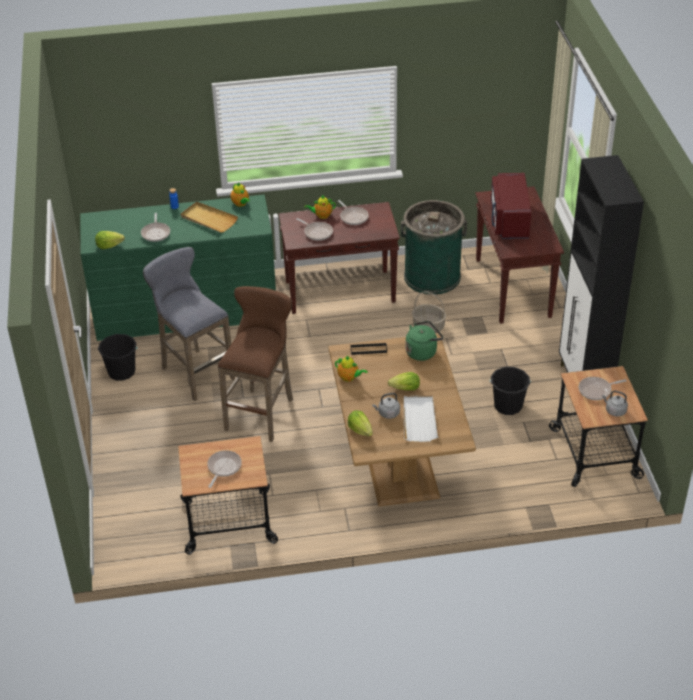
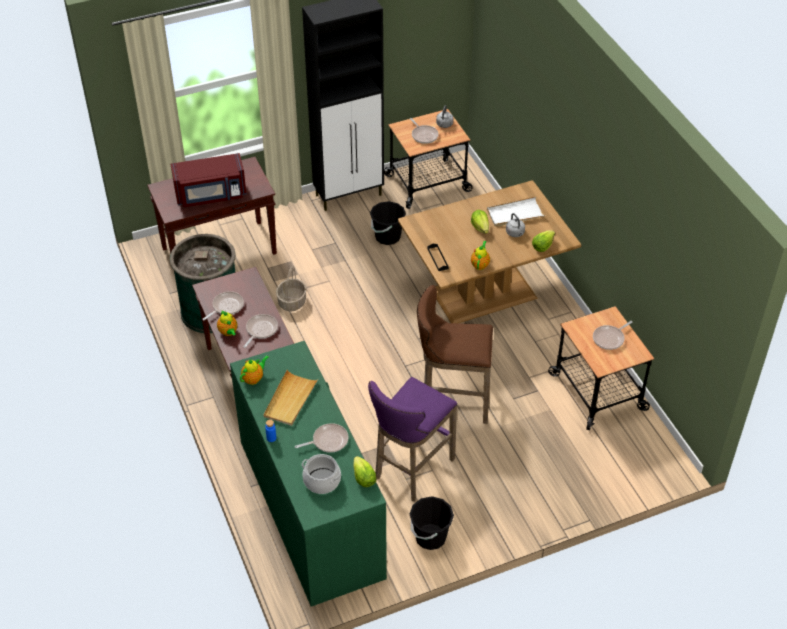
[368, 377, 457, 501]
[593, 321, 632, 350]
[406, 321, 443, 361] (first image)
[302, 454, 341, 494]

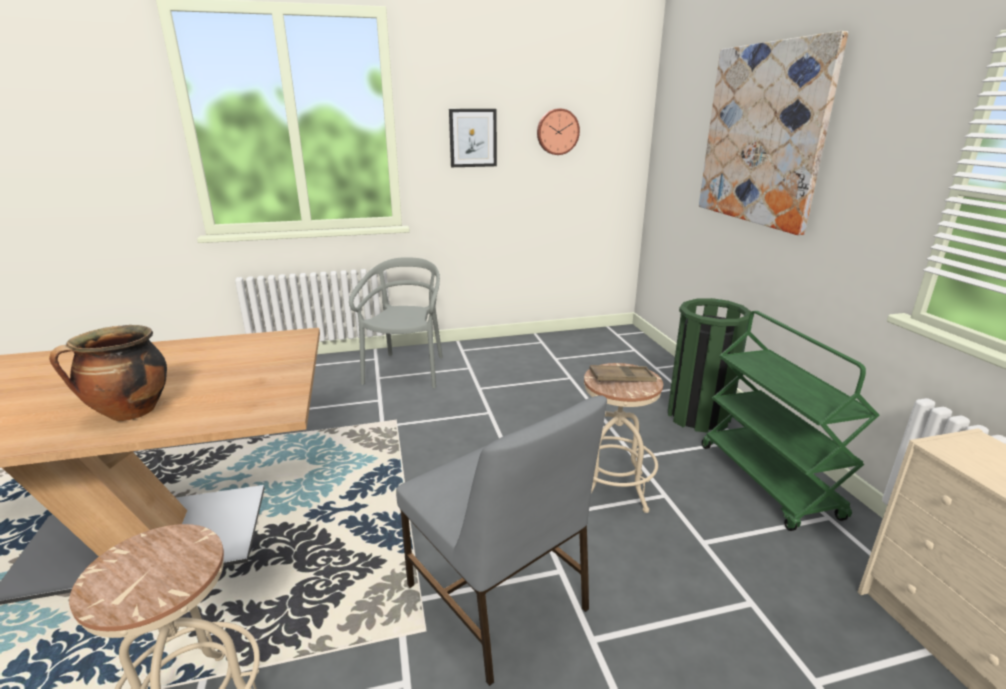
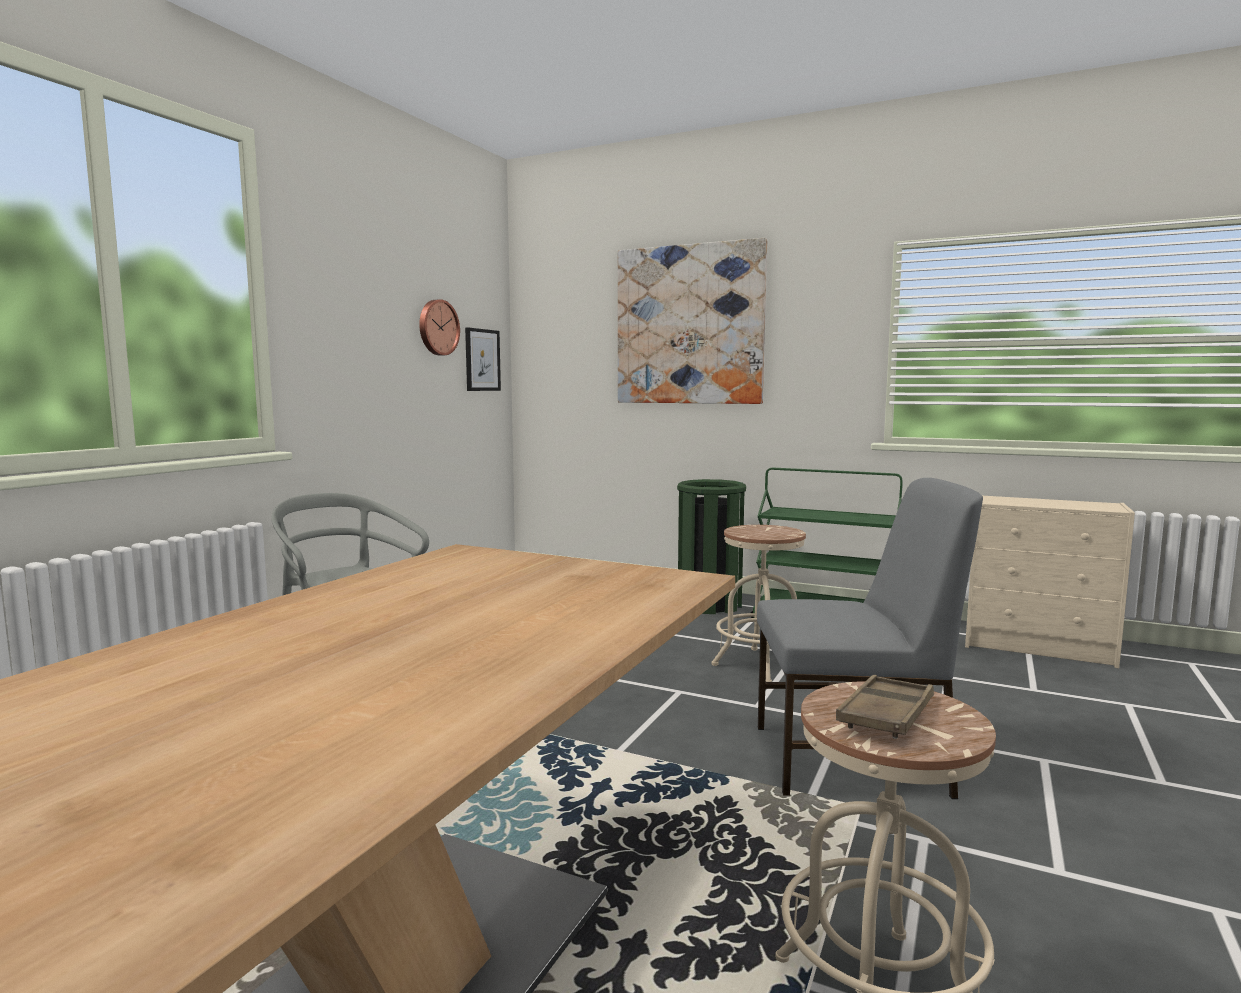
[49, 325, 167, 421] (first image)
[465, 327, 501, 391]
[836, 675, 934, 739]

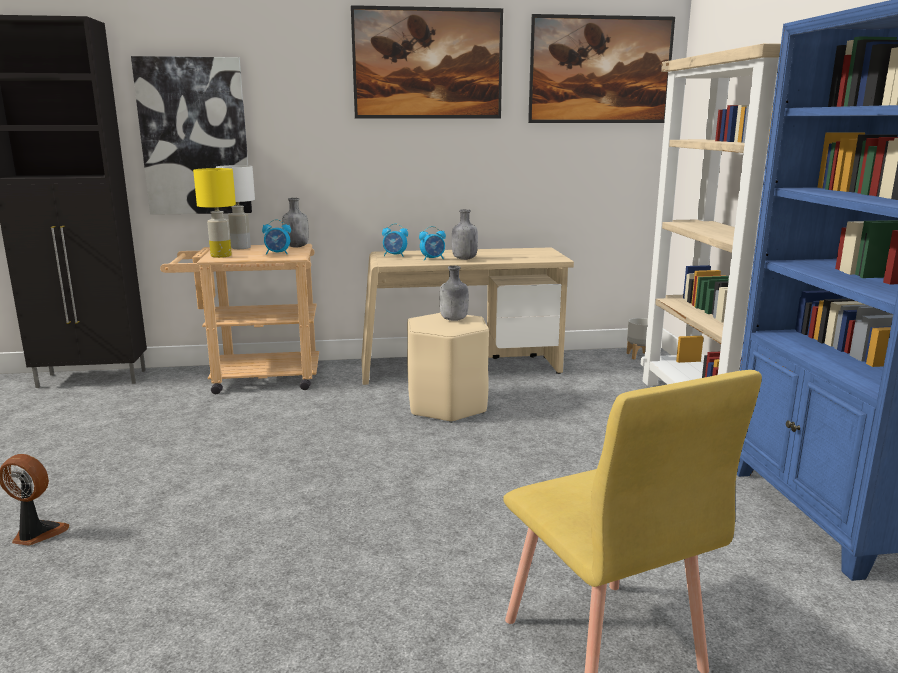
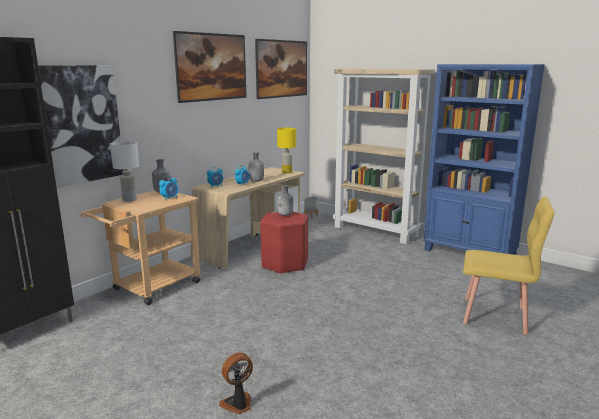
[277, 128, 296, 173]
[260, 212, 308, 274]

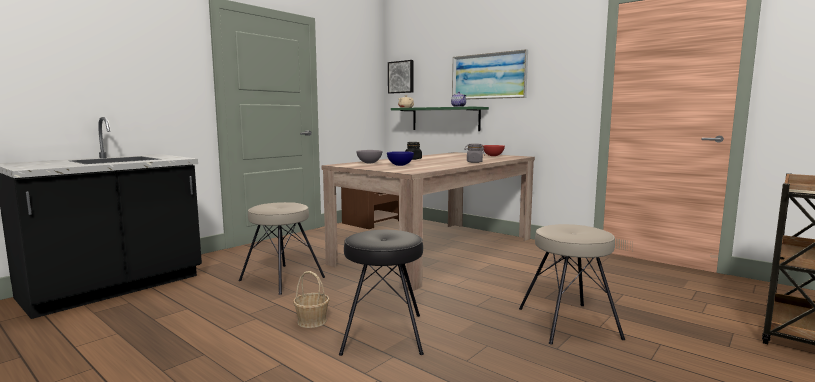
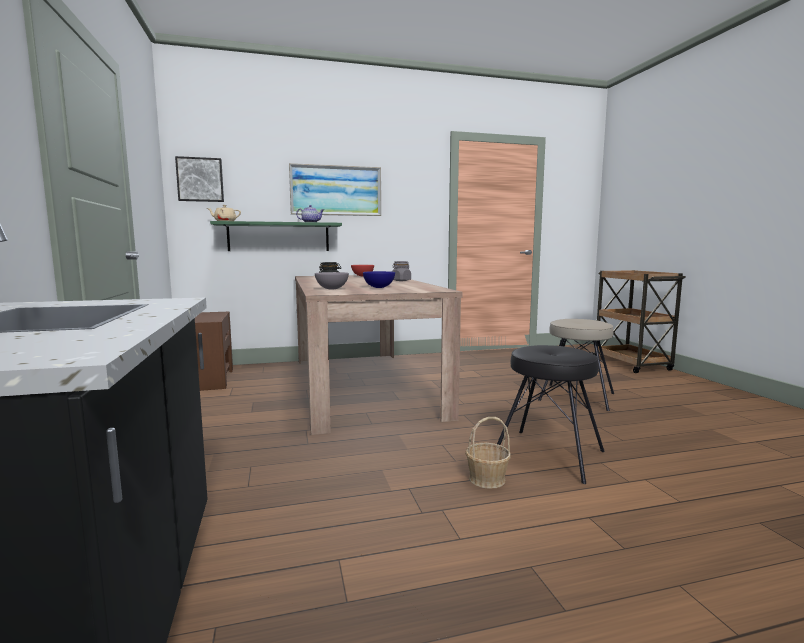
[239, 202, 325, 295] (first image)

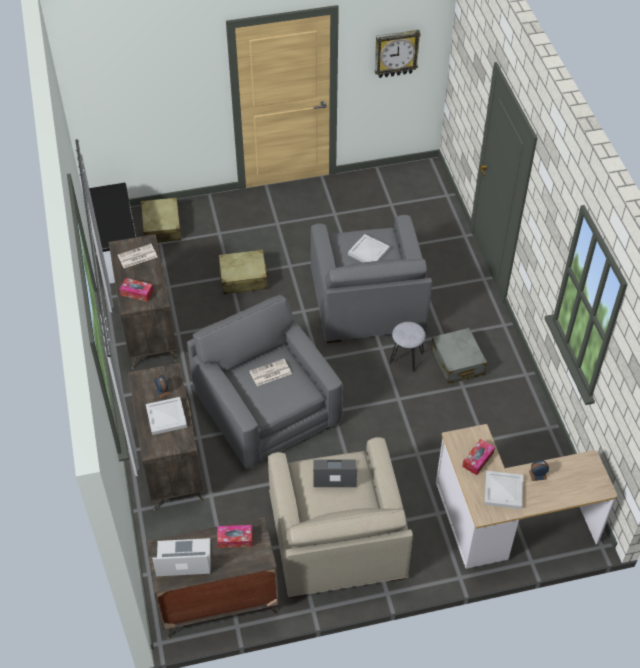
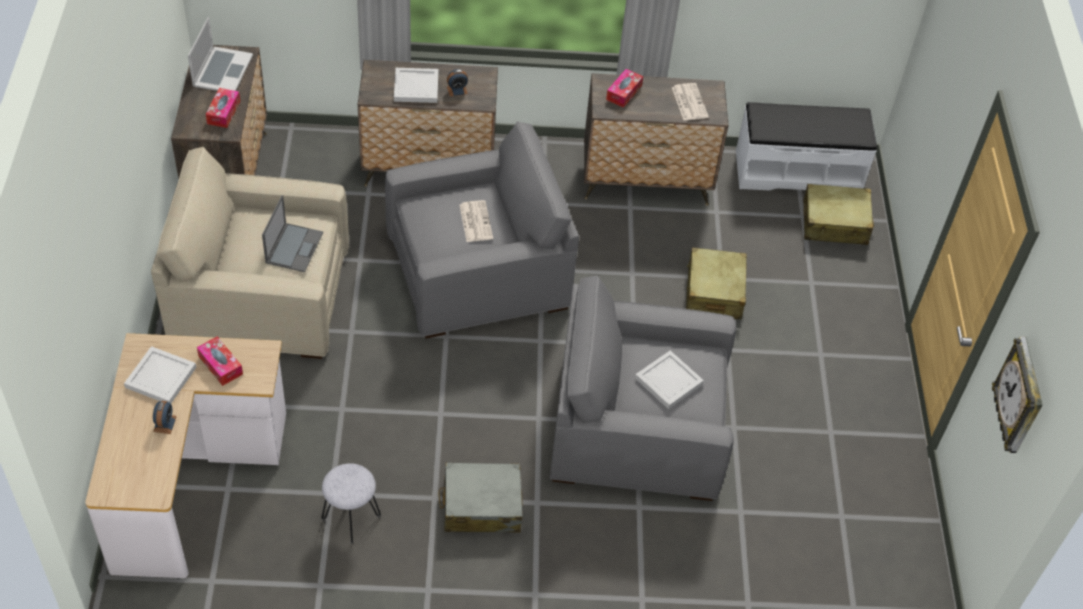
[321, 463, 381, 544]

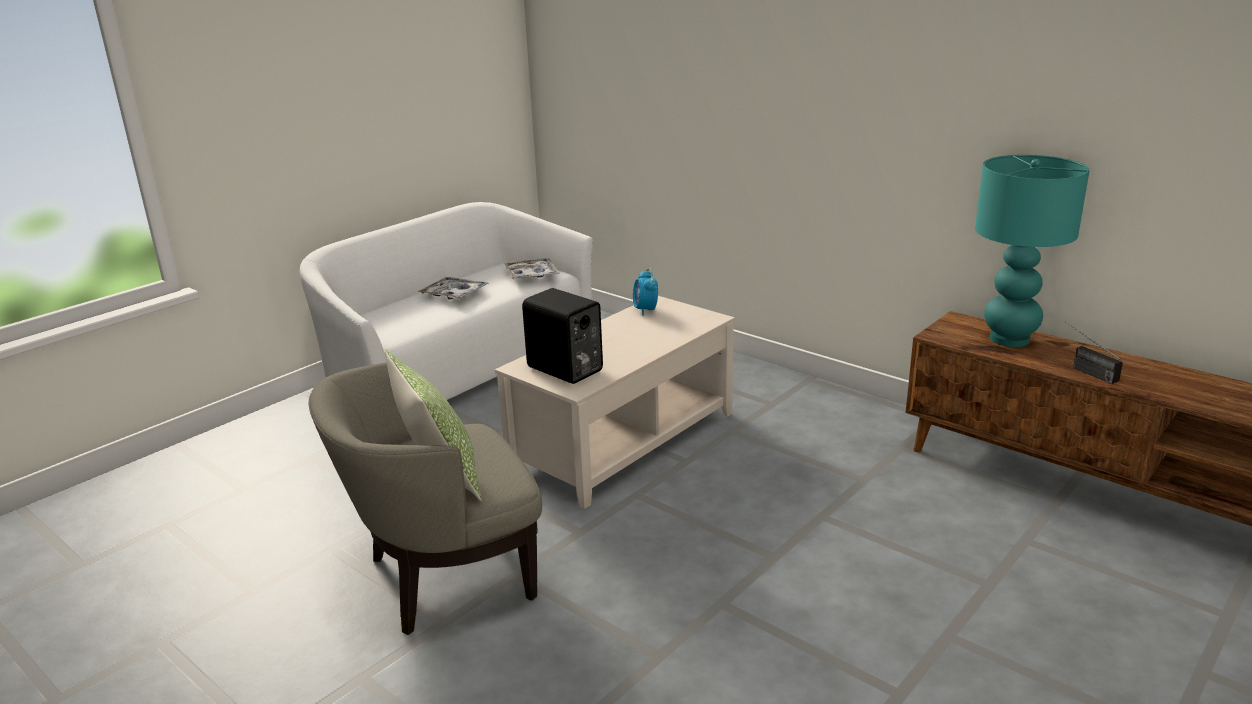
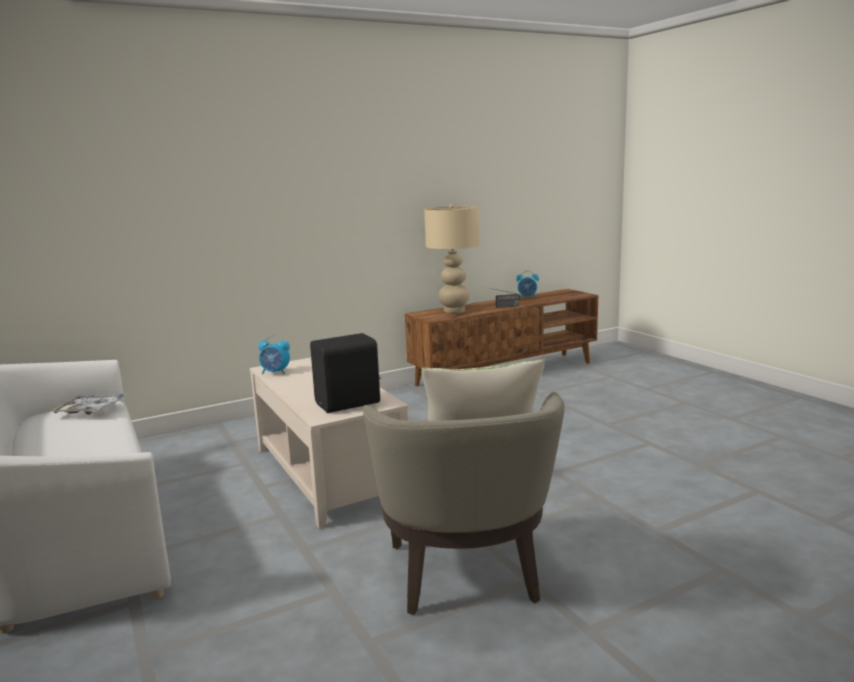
[417, 277, 489, 300] (first image)
[424, 204, 480, 313]
[516, 271, 539, 298]

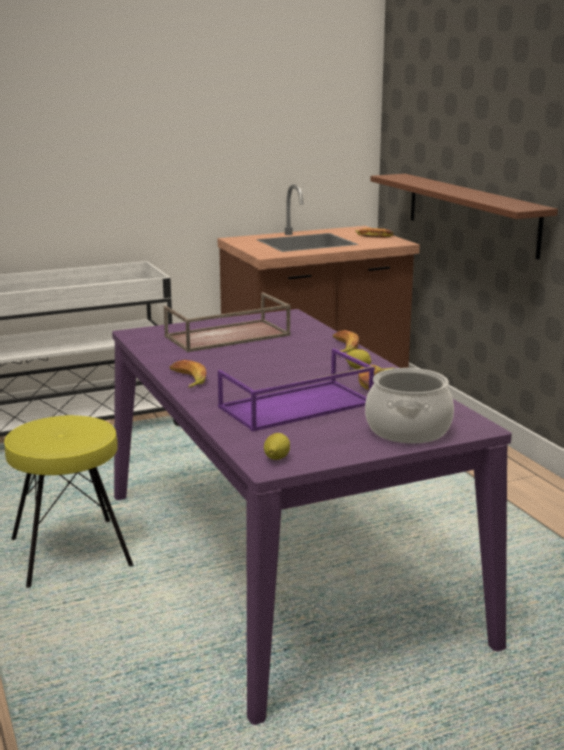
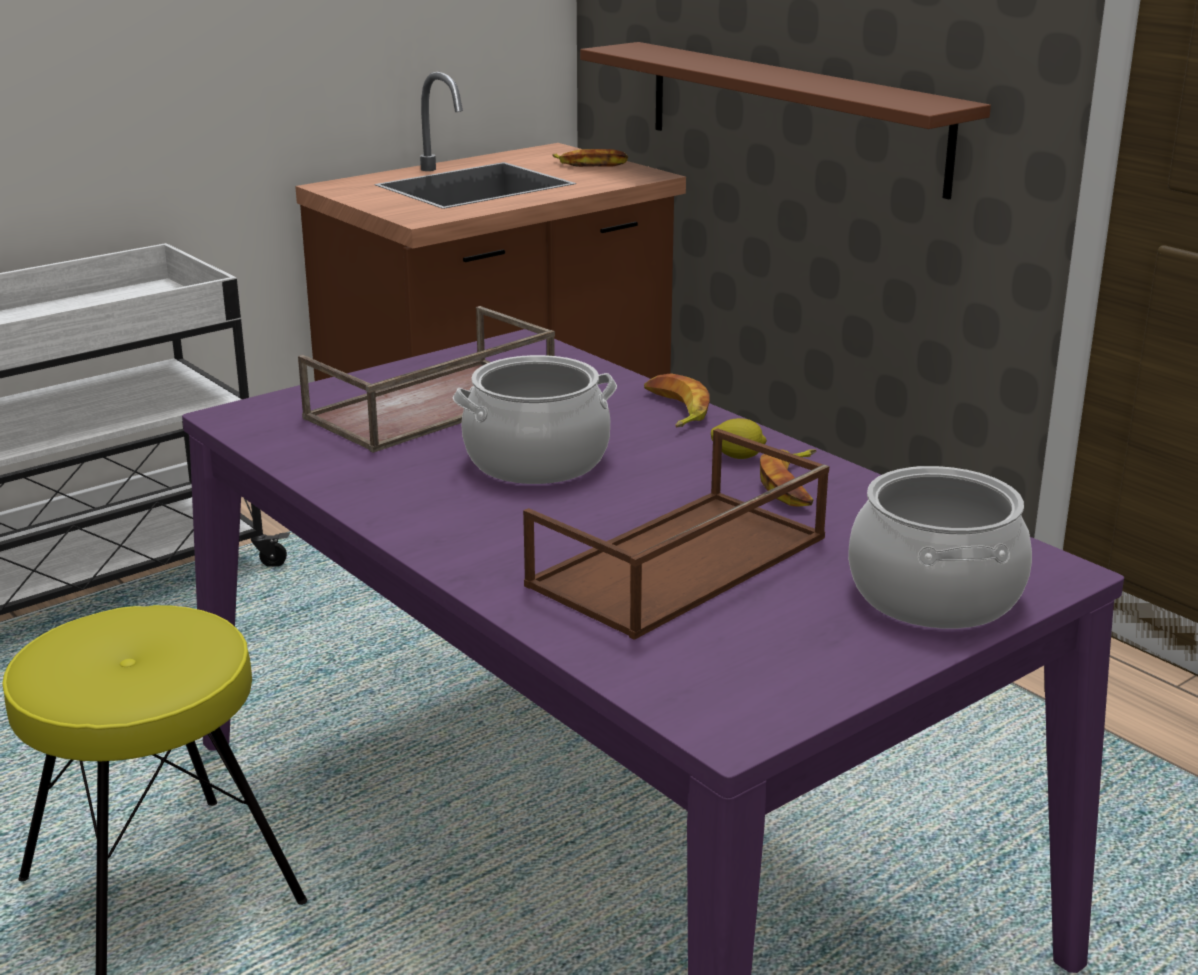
[170, 360, 206, 388] (first image)
[523, 428, 829, 640]
[264, 433, 290, 460] (first image)
[453, 355, 617, 484]

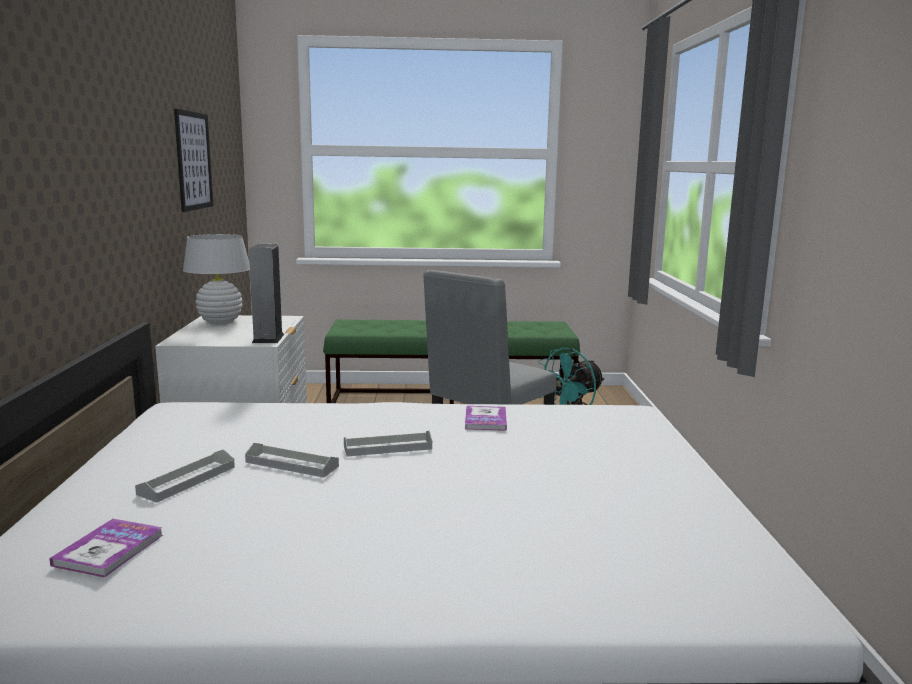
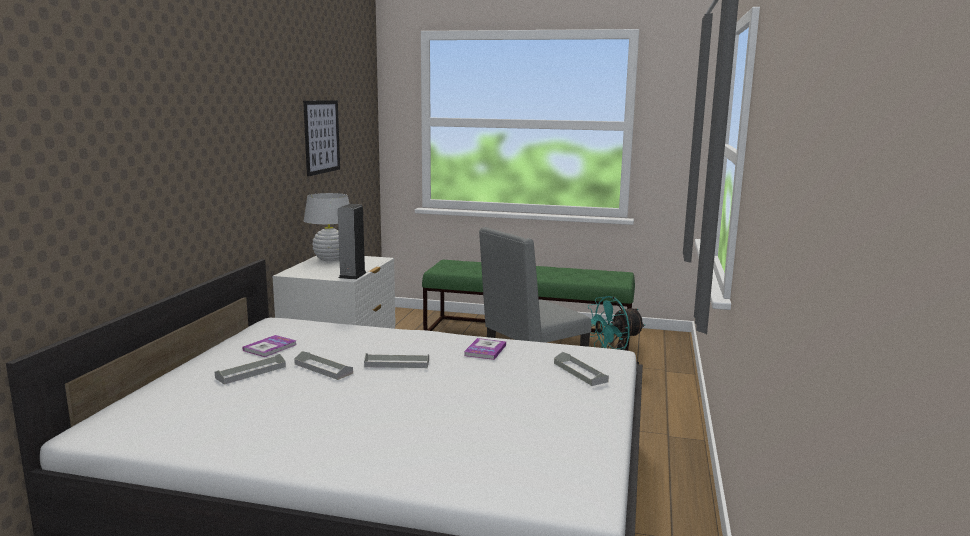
[242, 335, 296, 357]
[554, 352, 609, 386]

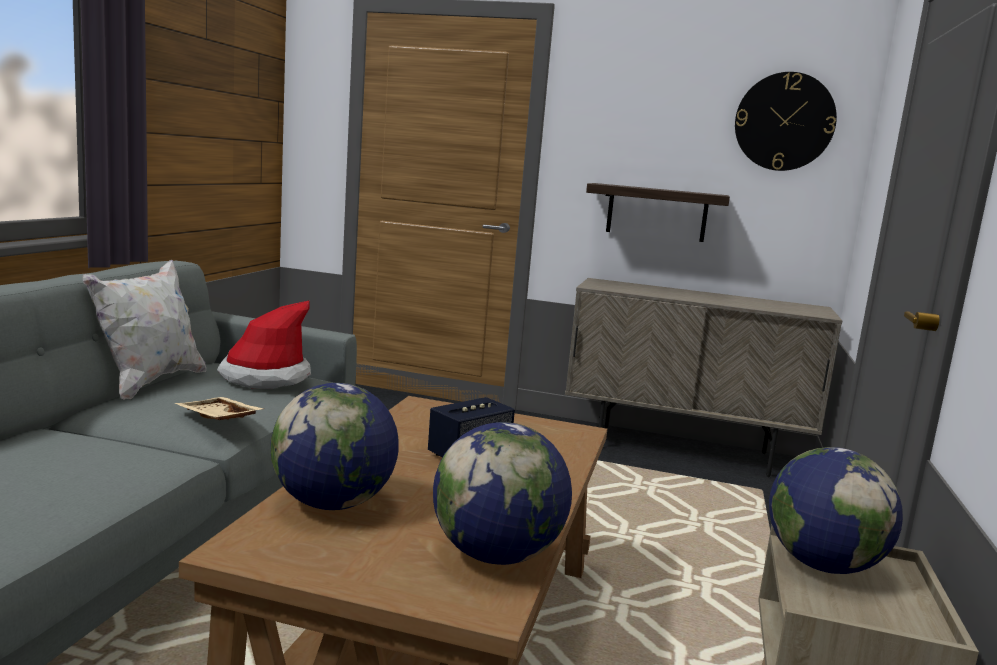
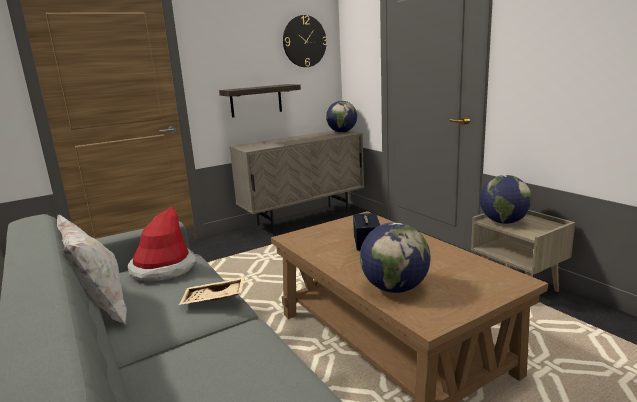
[326, 101, 357, 132]

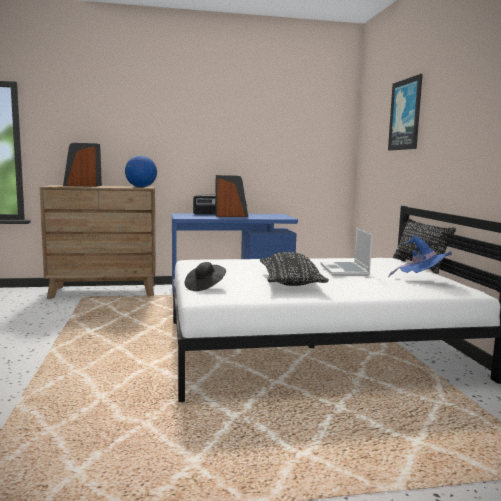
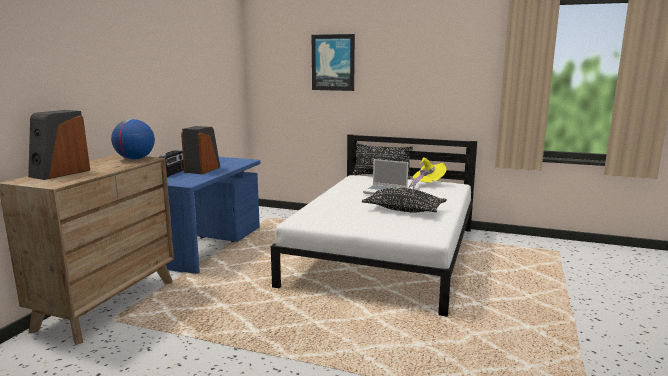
[184, 262, 226, 291] (first image)
[409, 157, 447, 189]

